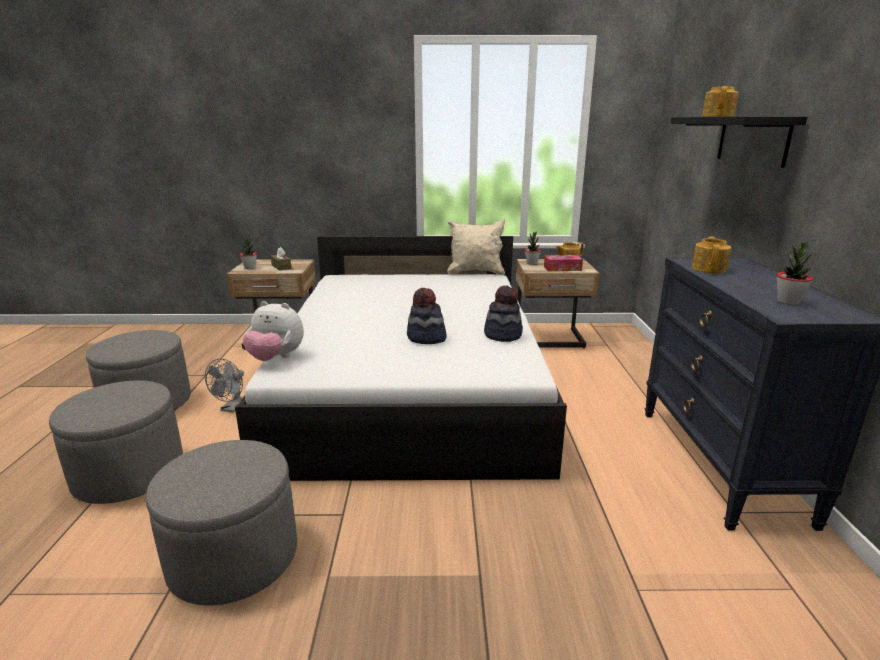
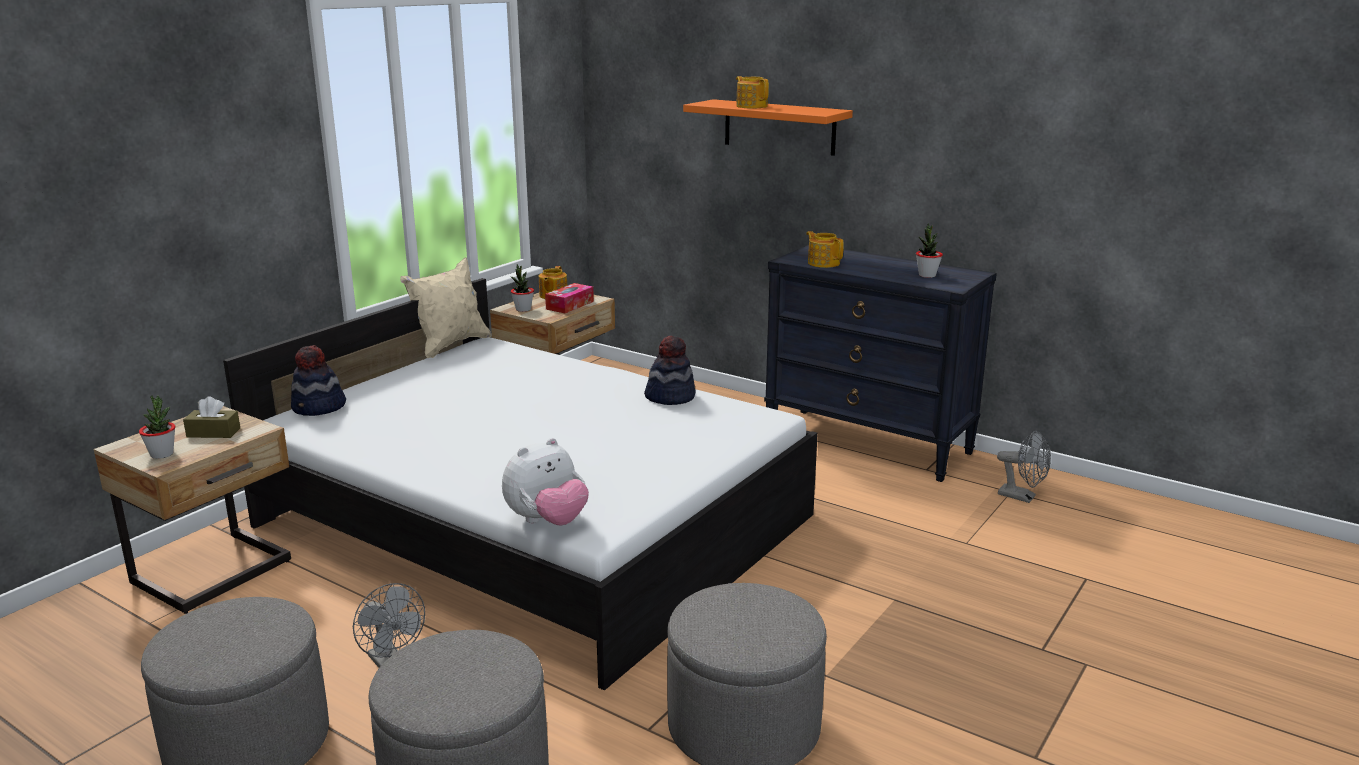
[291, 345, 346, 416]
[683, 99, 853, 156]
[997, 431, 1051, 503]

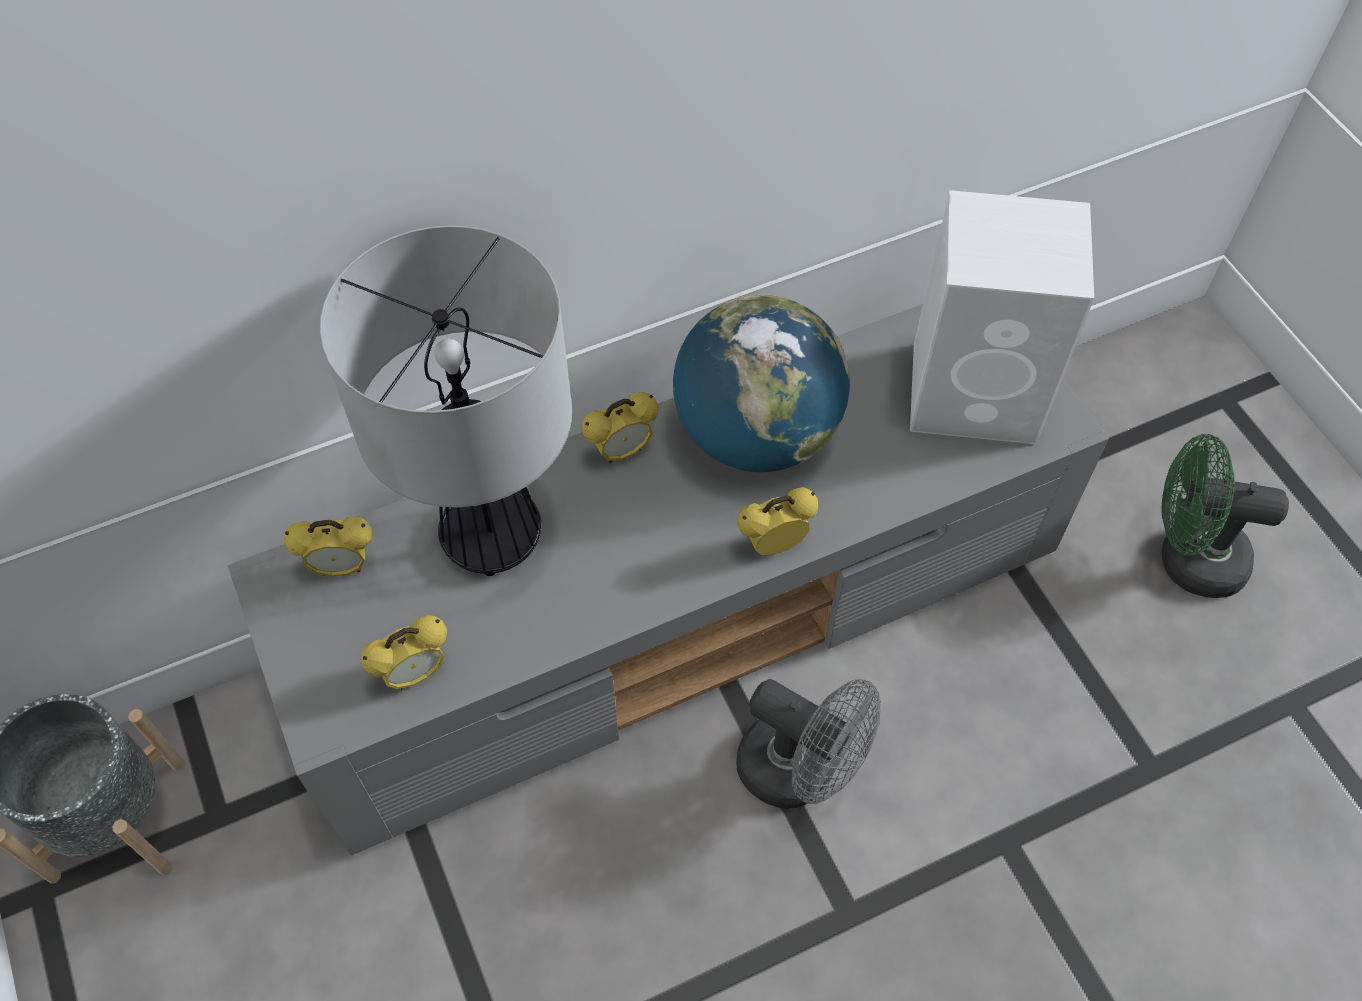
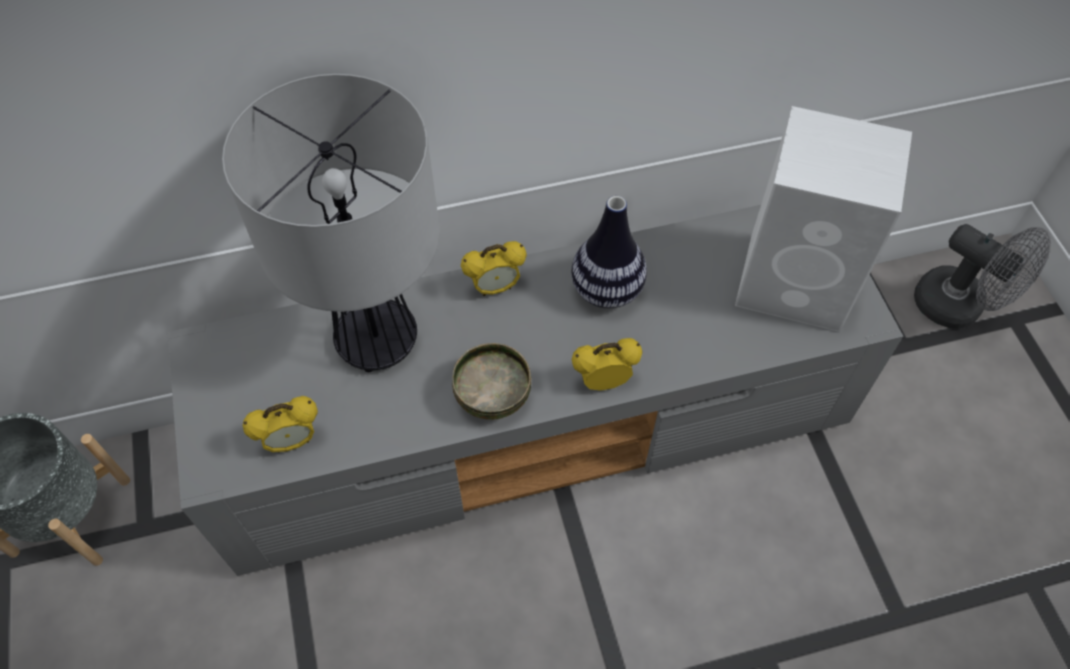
[284, 517, 372, 577] (first image)
[571, 196, 647, 308]
[914, 224, 1051, 329]
[1161, 434, 1289, 598] (first image)
[452, 343, 531, 420]

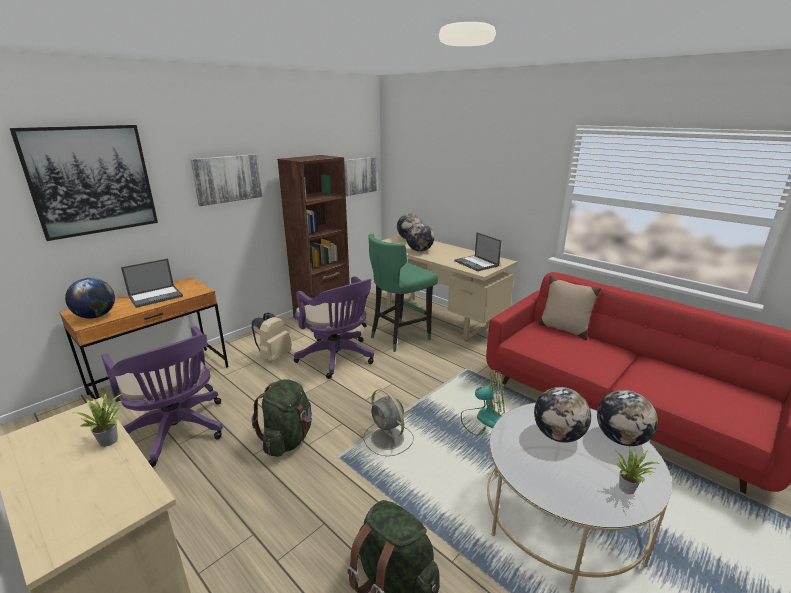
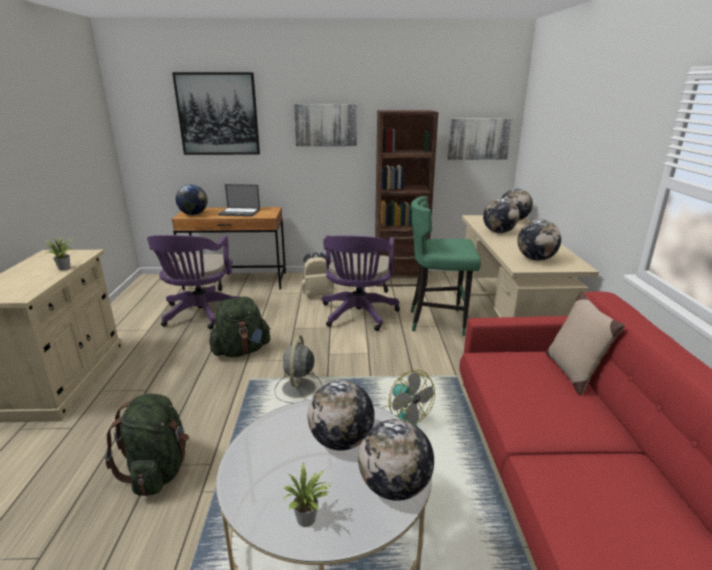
[517, 219, 561, 261]

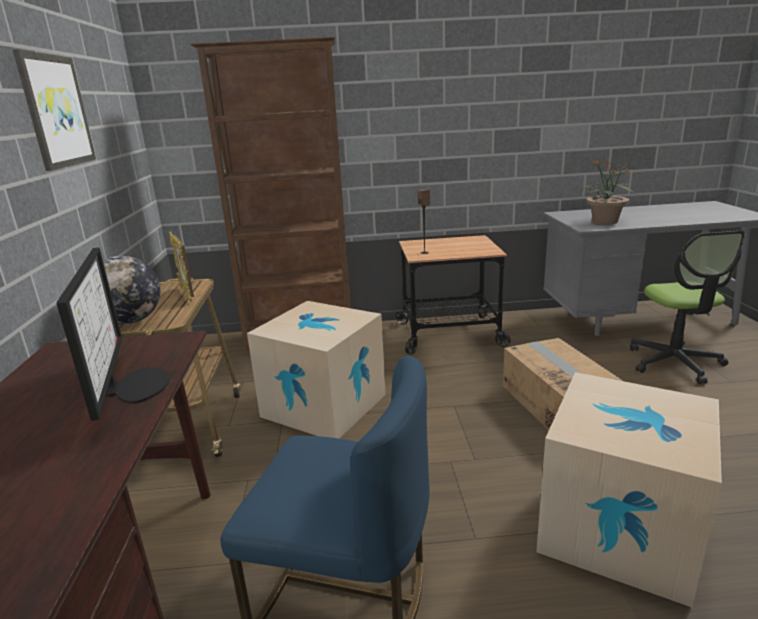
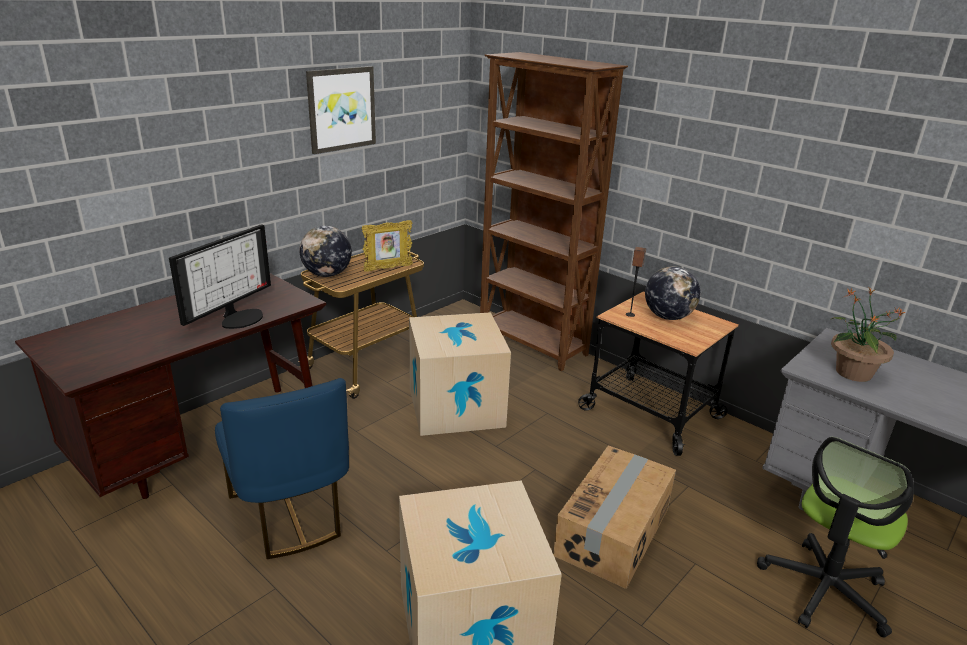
[362, 220, 413, 271]
[645, 266, 700, 320]

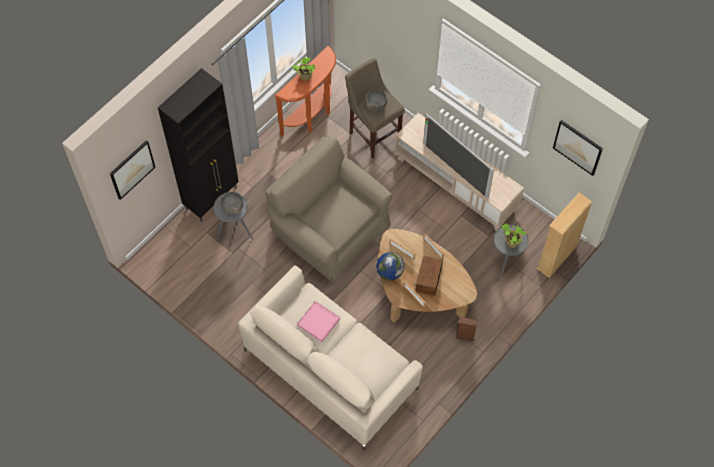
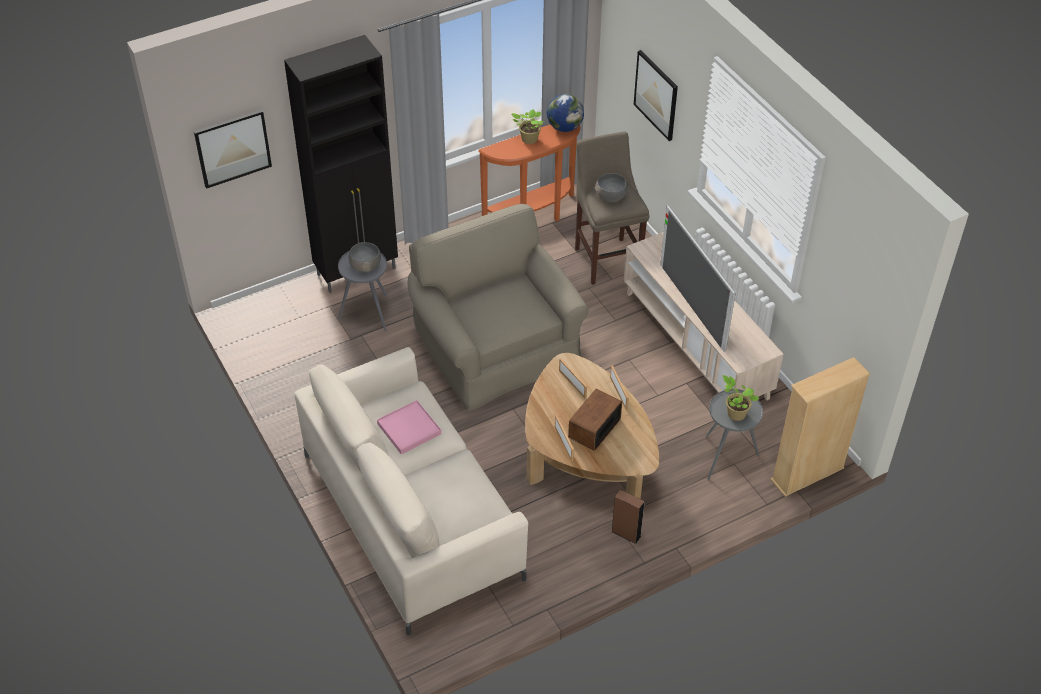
[547, 94, 584, 132]
[634, 50, 678, 141]

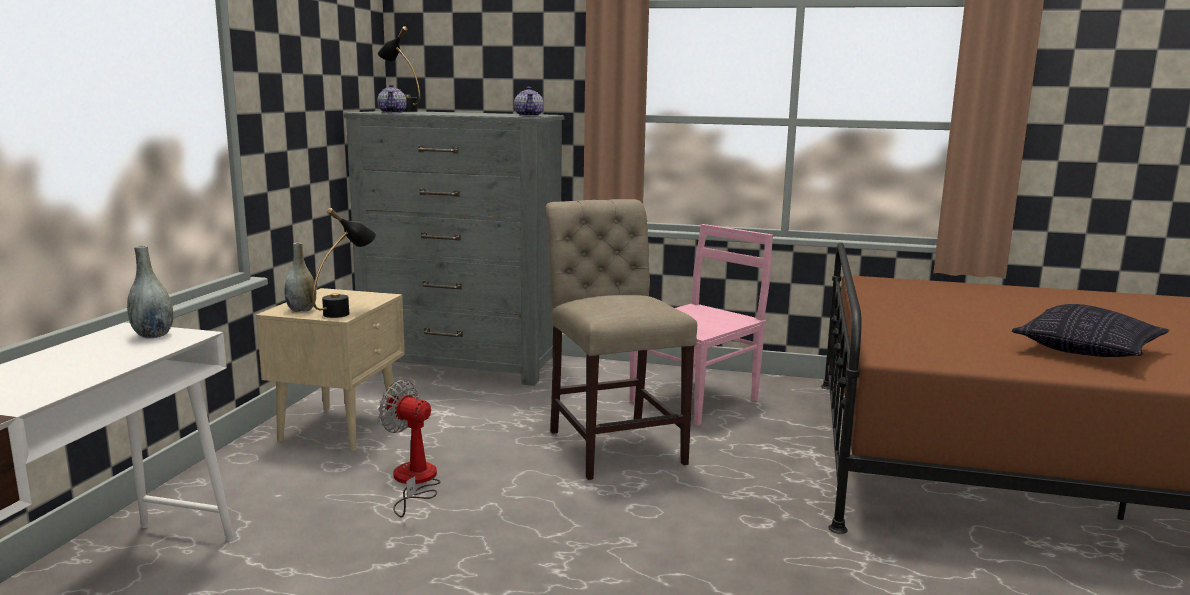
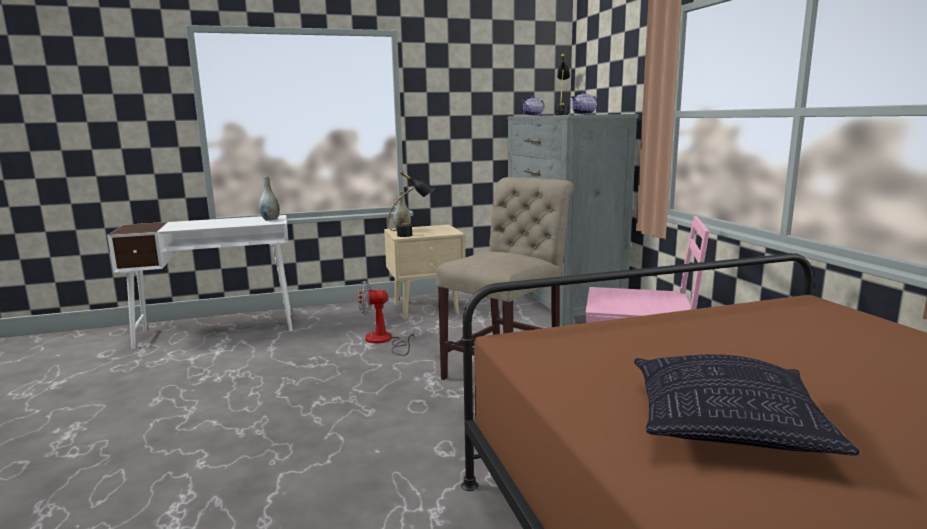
[358, 281, 415, 356]

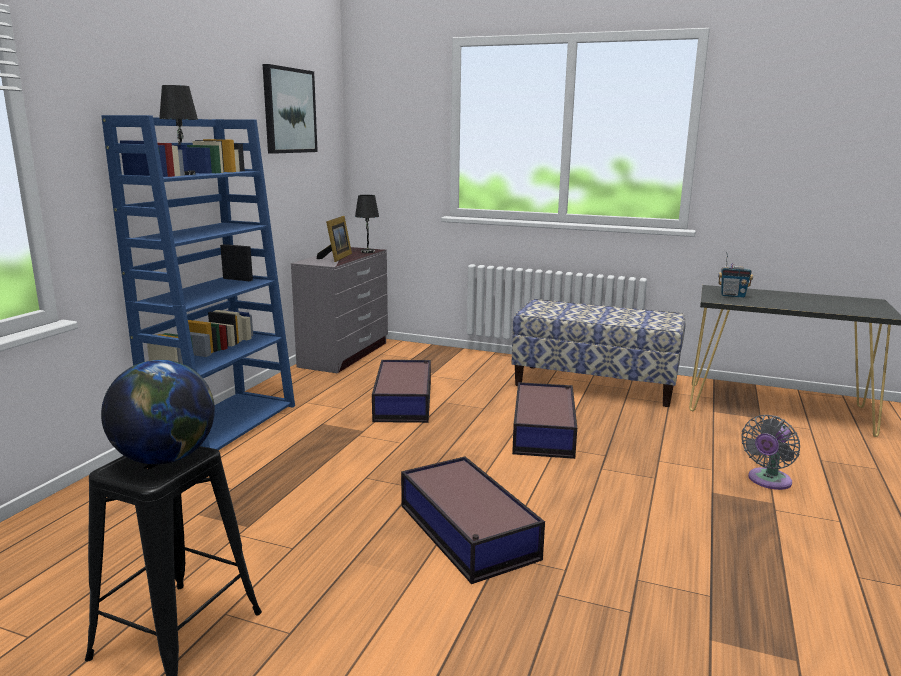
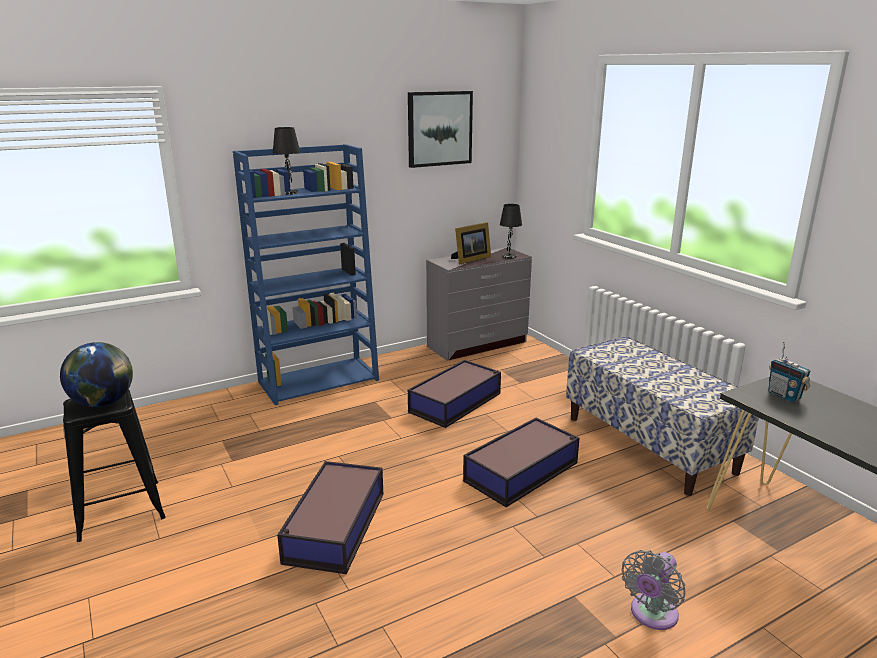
[621, 550, 685, 630]

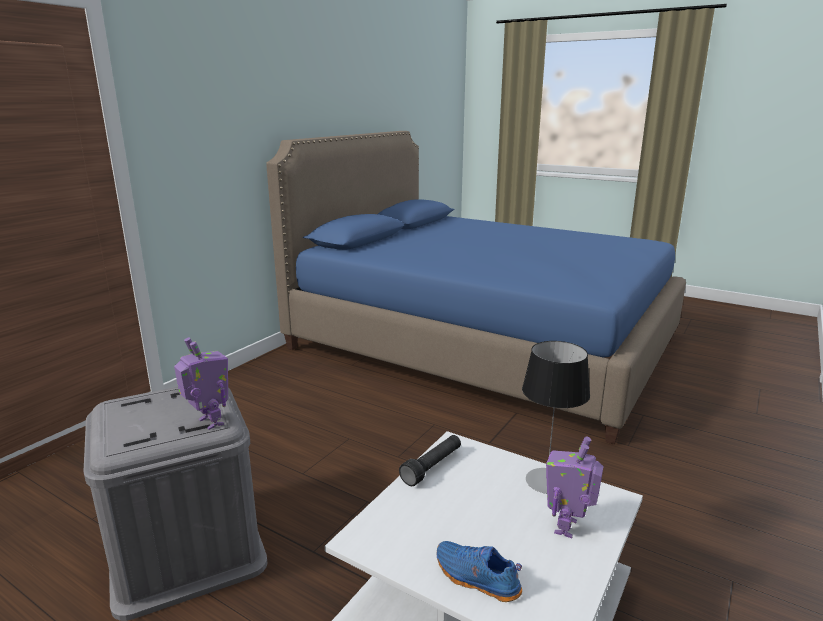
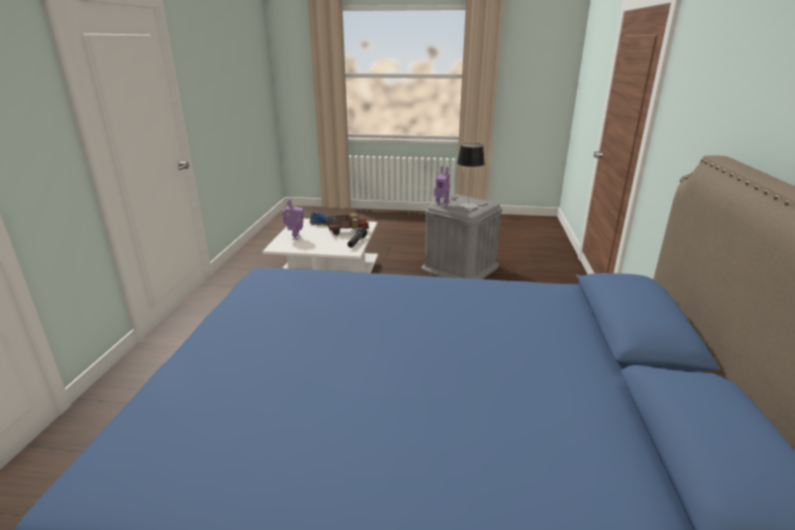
[457, 143, 485, 208]
[325, 213, 369, 235]

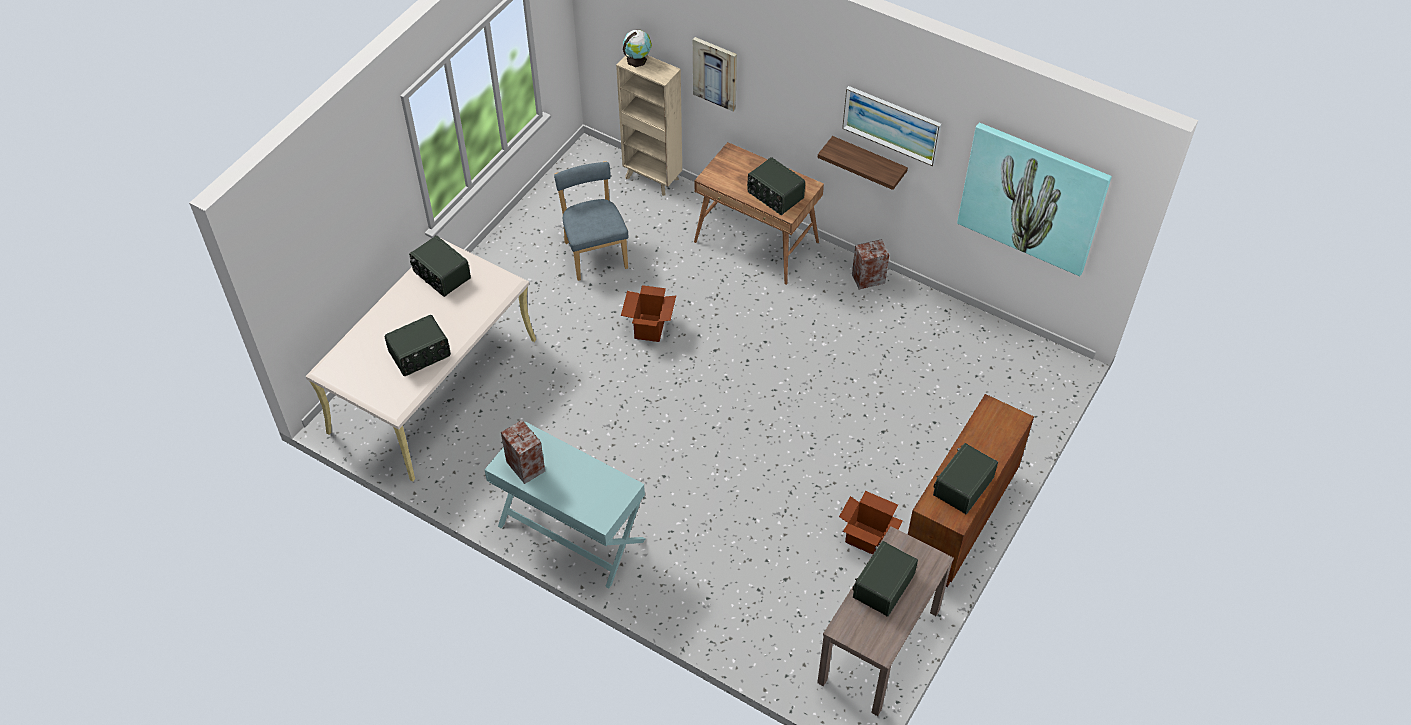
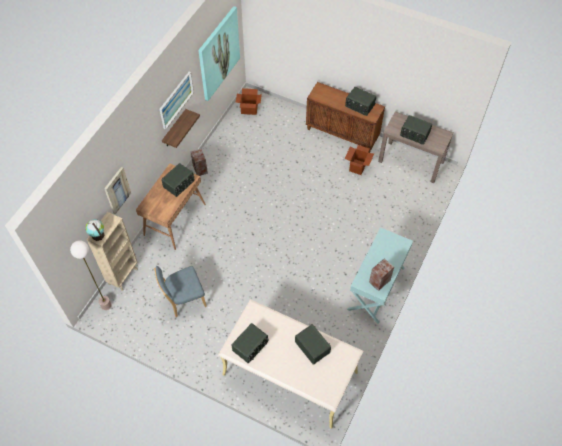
[236, 88, 262, 115]
[70, 240, 112, 310]

